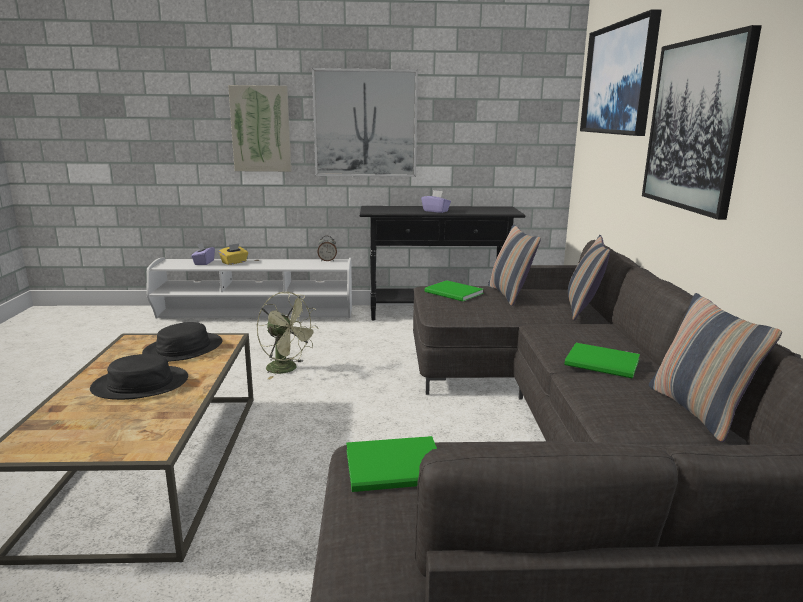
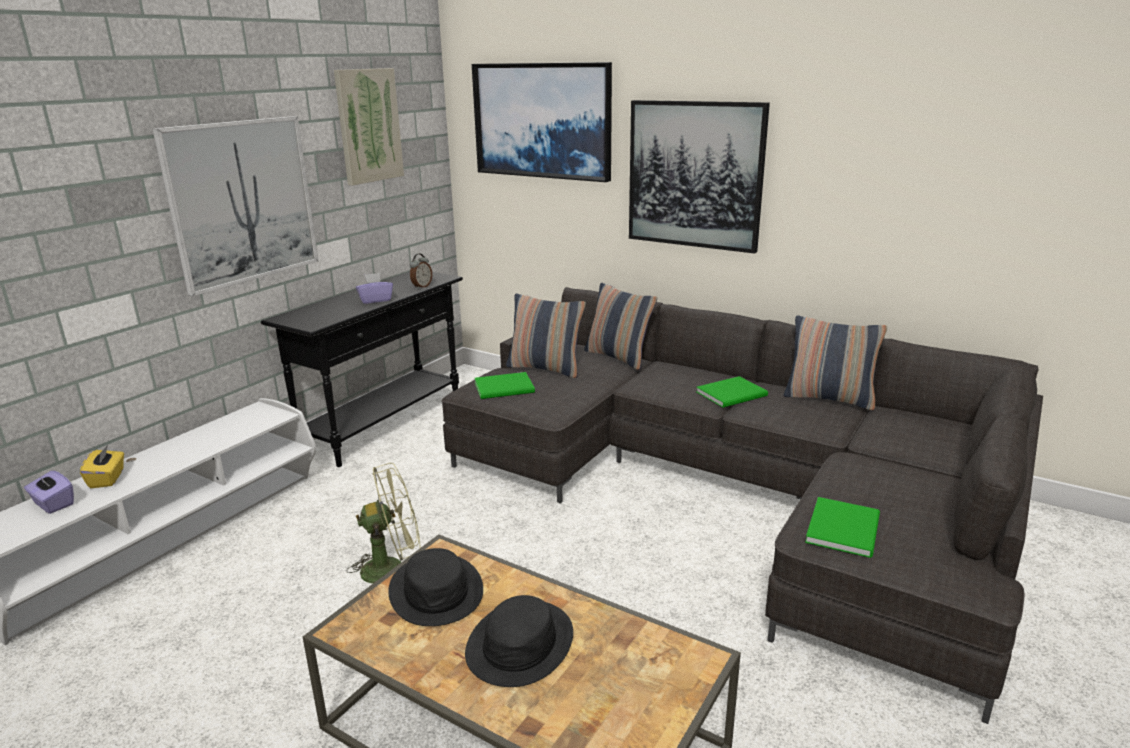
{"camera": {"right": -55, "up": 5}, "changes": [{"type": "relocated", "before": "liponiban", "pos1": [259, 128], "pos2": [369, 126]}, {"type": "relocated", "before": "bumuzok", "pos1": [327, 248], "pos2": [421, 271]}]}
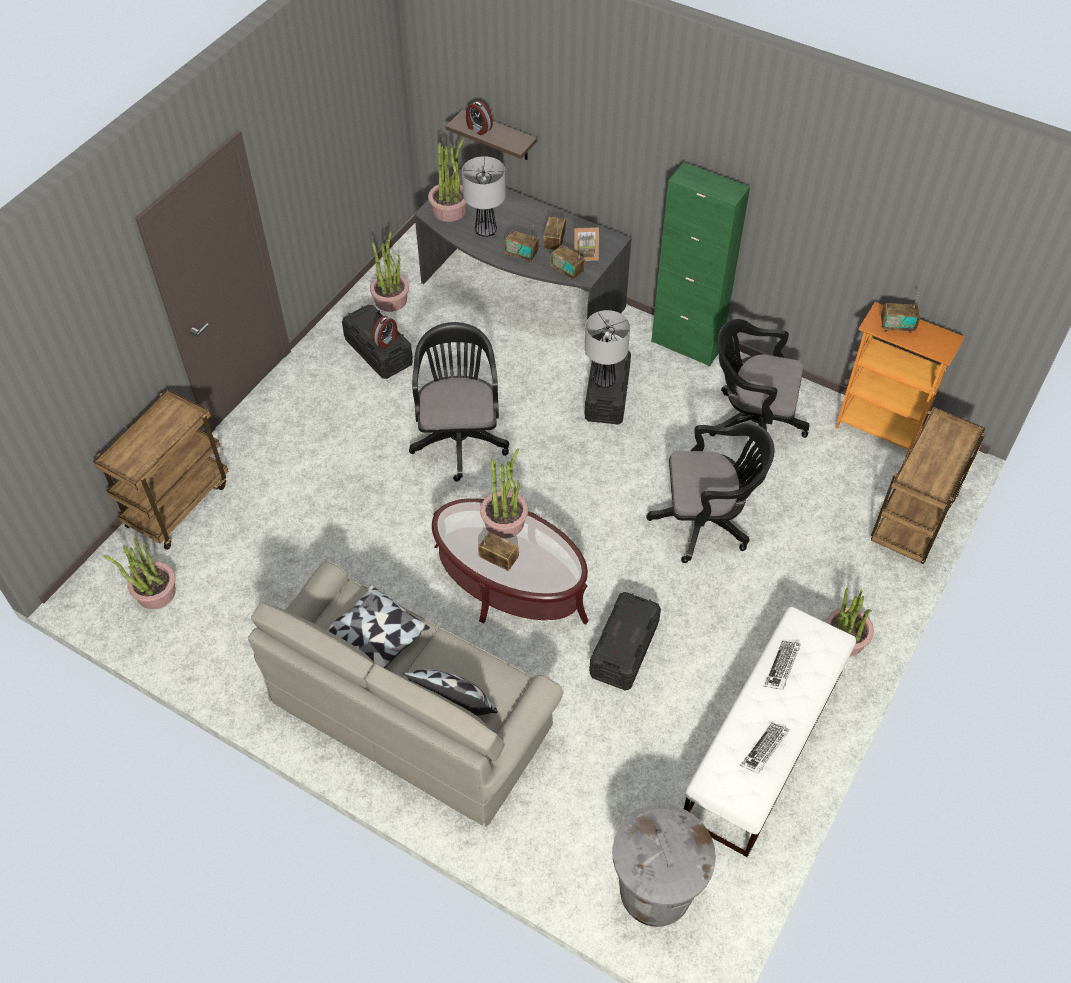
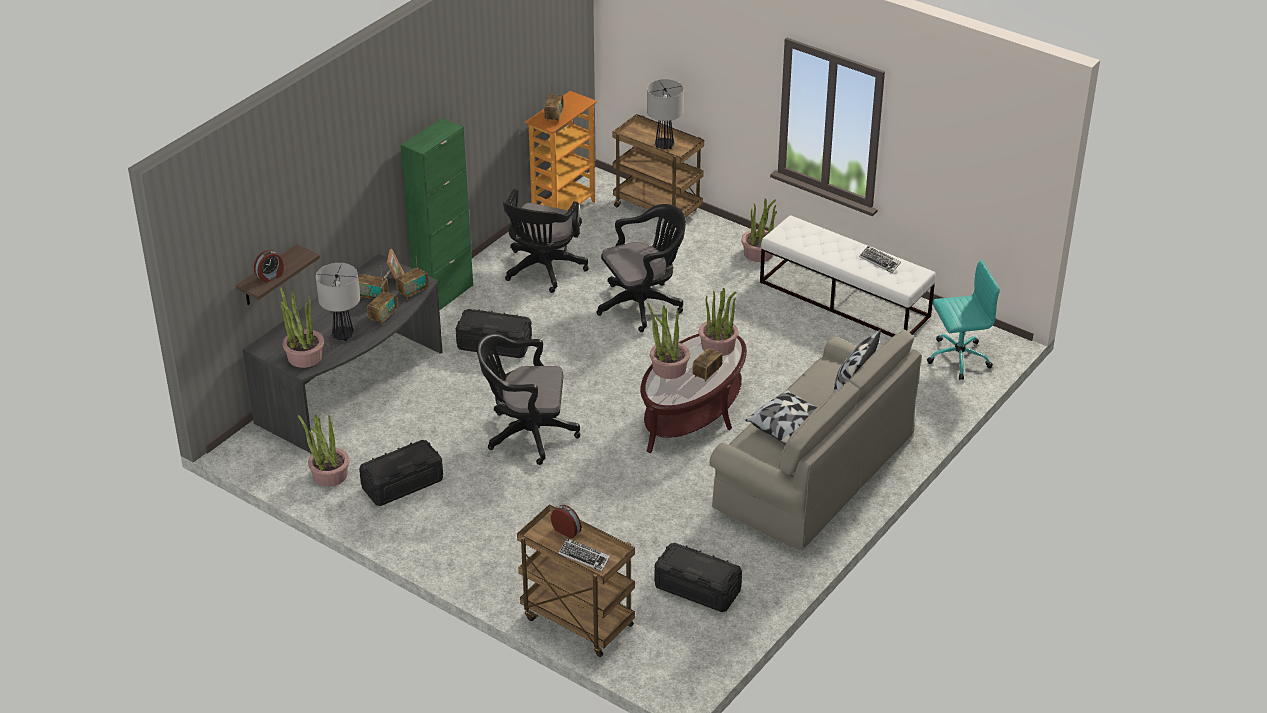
{"camera": {"right": -85, "up": -15}, "changes": [{"type": "relocated", "before": "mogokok", "pos1": [607, 349], "pos2": [665, 114]}, {"type": "relocated", "before": "bumuzok", "pos1": [385, 332], "pos2": [566, 522]}, {"type": "spun", "before": "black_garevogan", "pos1": [710, 493], "pos2": [641, 268], "turn": 60}, {"type": "relocated", "before": "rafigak", "pos1": [139, 573], "pos2": [718, 322]}, {"type": "relocated", "before": "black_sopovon", "pos1": [625, 641], "pos2": [698, 577]}, {"type": "relocated", "before": "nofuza", "pos1": [782, 665], "pos2": [584, 555]}, {"type": "exchanged", "before": "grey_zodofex", "after": "turquoise_garevogan", "pos1": [664, 865], "pos2": [963, 320]}]}
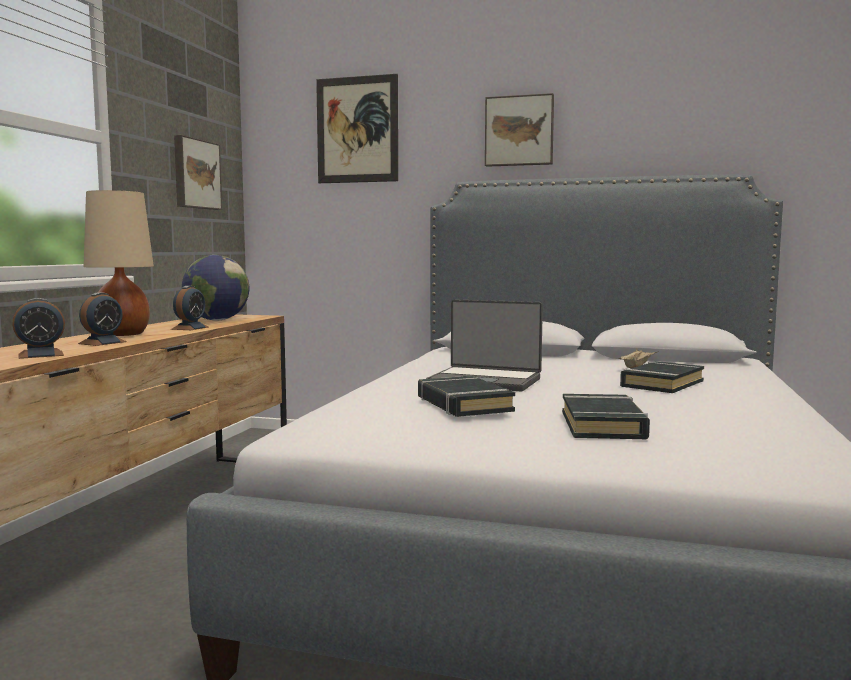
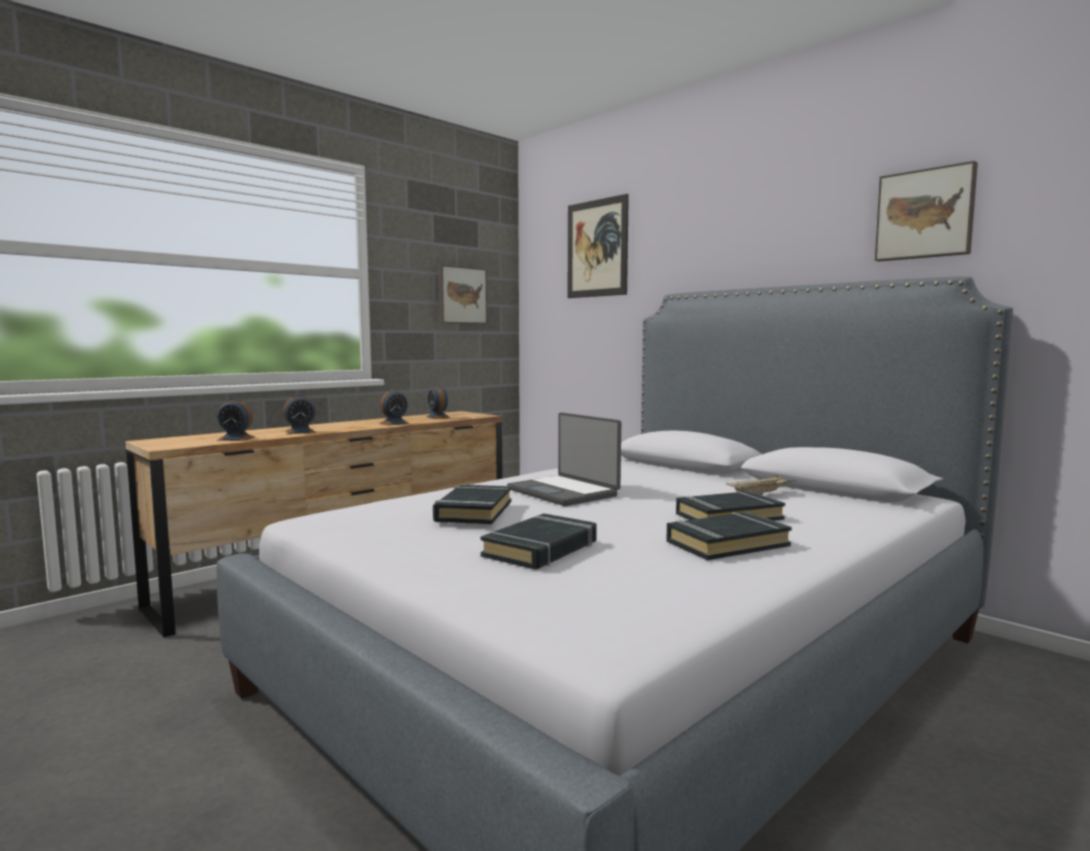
{"camera": {"right": 30, "up": 0}, "changes": [{"type": "relocated", "before": "liponiban", "pos1": [519, 130], "pos2": [926, 211]}, {"type": "missing", "before": "beige_mogokok", "pos1": [119, 263]}, {"type": "exchanged", "before": "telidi", "after": "bumuzok", "pos1": [215, 288], "pos2": [438, 402]}, {"type": "appeared", "after": "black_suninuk", "pos2": [729, 536]}]}
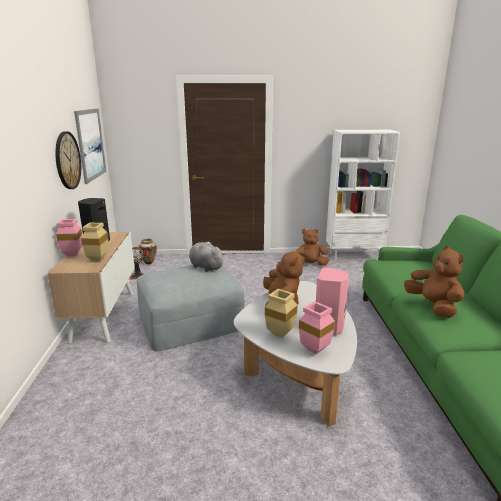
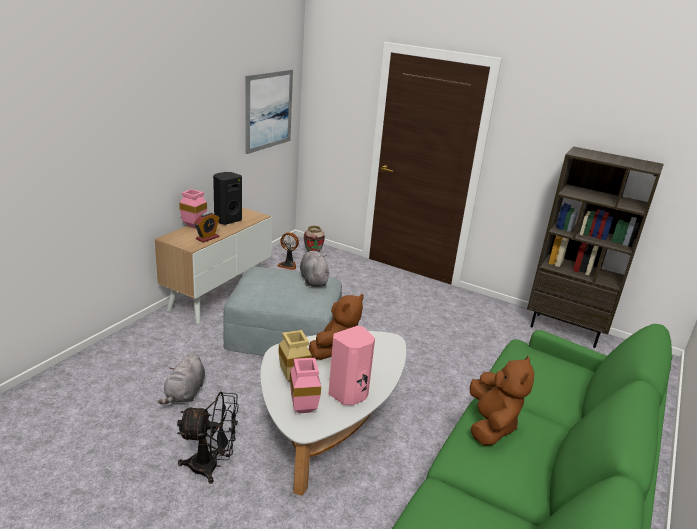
{"camera": {"right": 30, "up": 5}, "changes": [{"type": "colour", "before": "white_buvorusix", "after": "brown_buvorusix", "pos1": [363, 195], "pos2": [595, 247]}, {"type": "missing", "before": "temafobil", "pos1": [68, 160]}, {"type": "exchanged", "before": "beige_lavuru", "after": "bumuzok", "pos1": [94, 242], "pos2": [206, 227]}, {"type": "missing", "before": "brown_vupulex", "pos1": [313, 247]}, {"type": "appeared", "after": "grey_vupulex", "pos2": [181, 378]}, {"type": "appeared", "after": "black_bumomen", "pos2": [208, 438]}]}
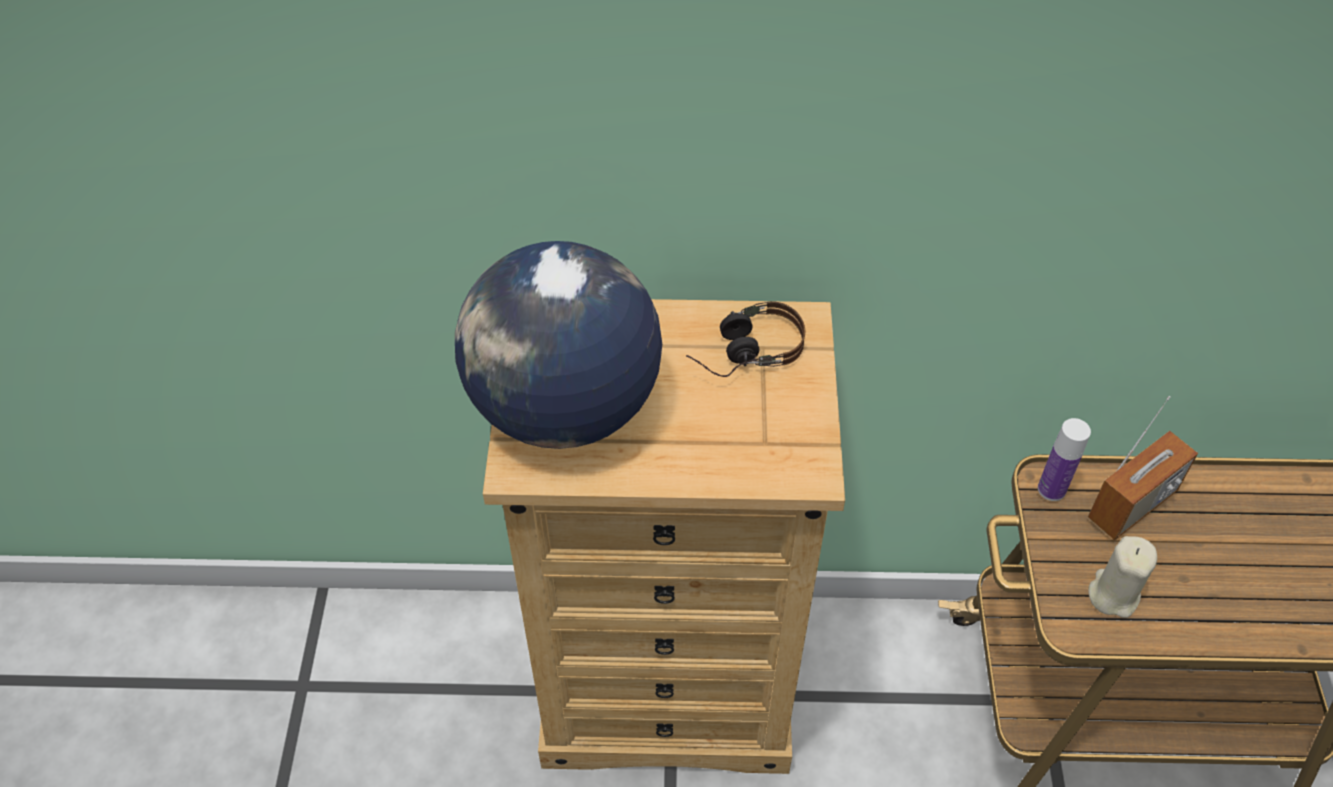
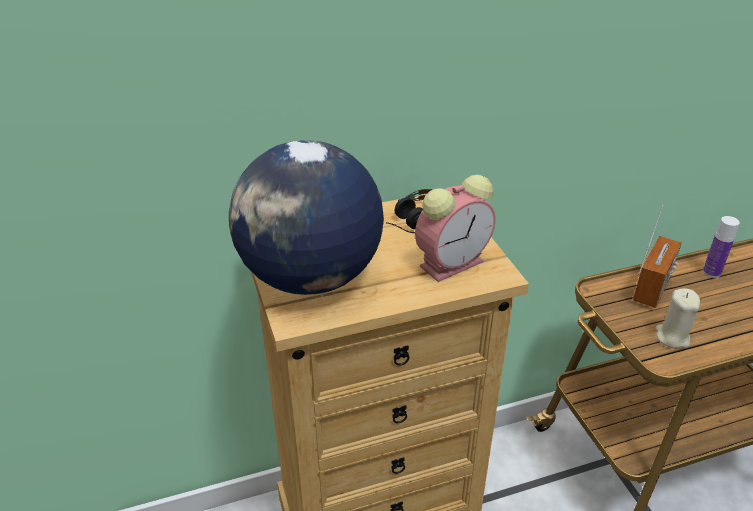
{"camera": {"right": -20, "up": -15}, "changes": [{"type": "relocated", "before": "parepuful", "pos1": [1064, 459], "pos2": [721, 247]}, {"type": "appeared", "after": "bumuzok", "pos2": [455, 228]}]}
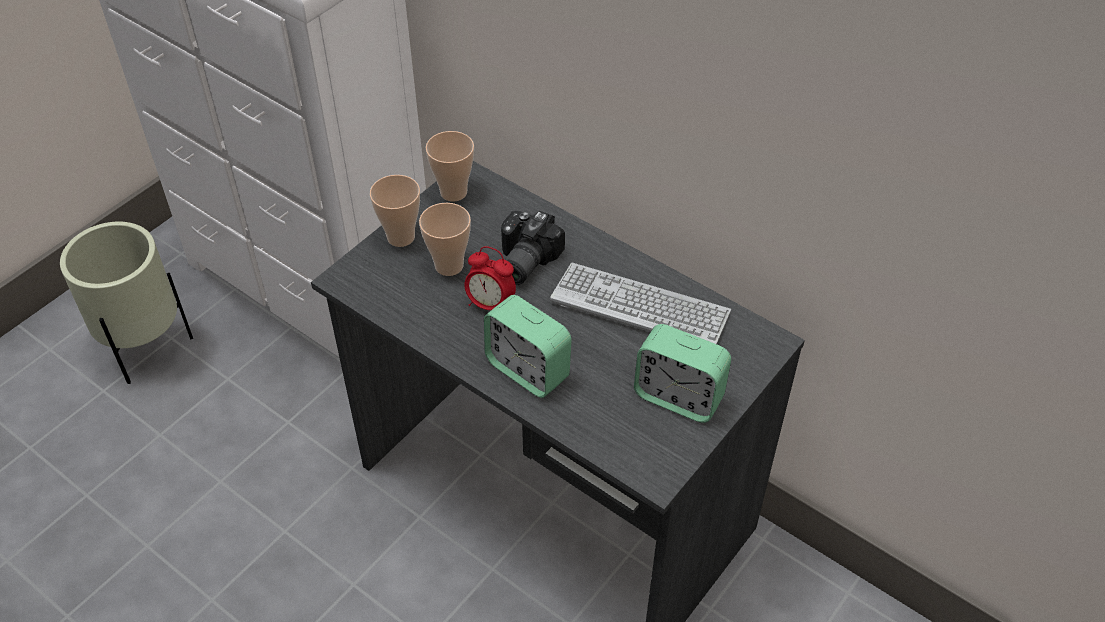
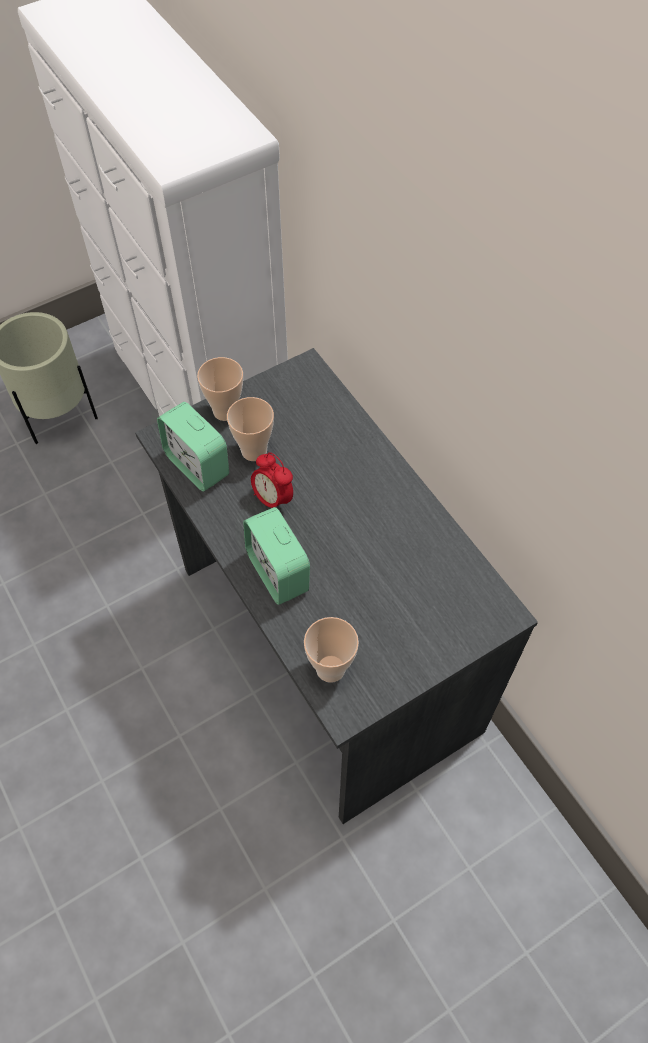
{"camera": {"right": 20, "up": 10}, "changes": [{"type": "relocated", "before": "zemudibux", "pos1": [450, 166], "pos2": [331, 650]}, {"type": "missing", "before": "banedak", "pos1": [533, 248]}, {"type": "missing", "before": "nofuza", "pos1": [640, 303]}, {"type": "relocated", "before": "bumuzok", "pos1": [682, 373], "pos2": [193, 447]}]}
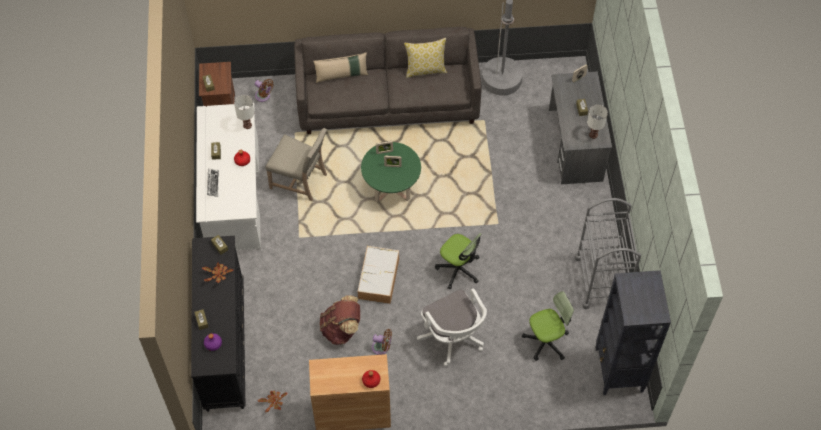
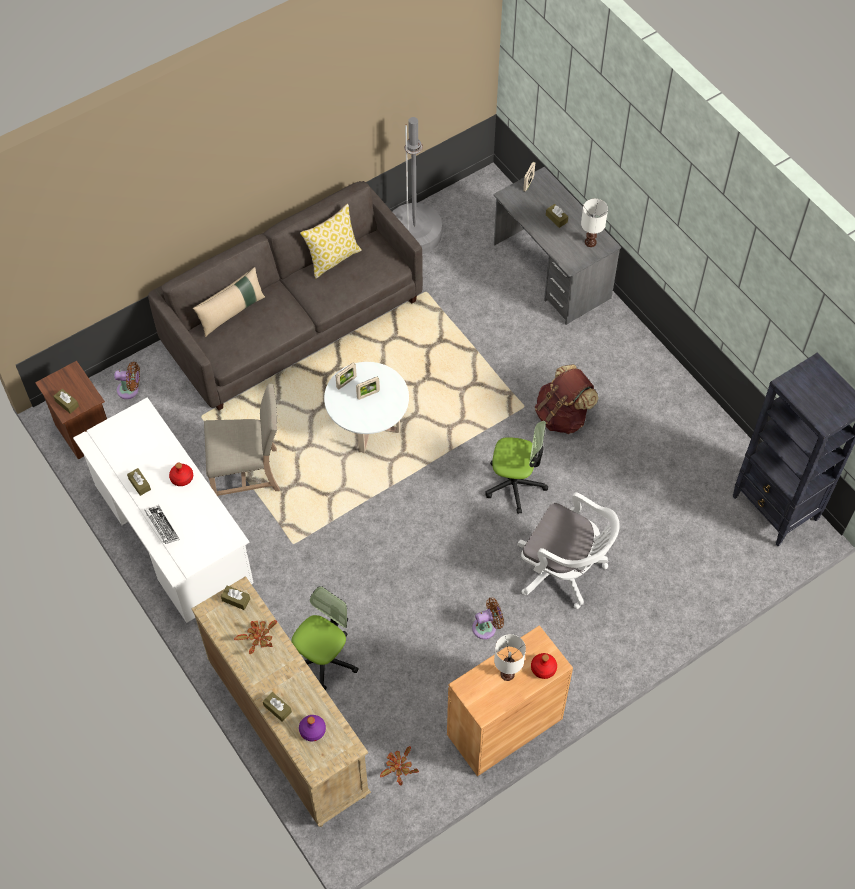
{"camera": {"right": -30, "up": 0}, "changes": [{"type": "relocated", "before": "white_mogokok", "pos1": [244, 112], "pos2": [510, 657]}, {"type": "colour", "before": "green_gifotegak", "after": "white_gifotegak", "pos1": [391, 172], "pos2": [366, 407]}, {"type": "missing", "before": "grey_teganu", "pos1": [607, 253]}, {"type": "colour", "before": "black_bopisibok", "after": "beige_bopisibok", "pos1": [218, 324], "pos2": [281, 701]}, {"type": "missing", "before": "sopovon", "pos1": [378, 275]}, {"type": "relocated", "before": "garevogan", "pos1": [548, 326], "pos2": [325, 638]}, {"type": "relocated", "before": "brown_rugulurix", "pos1": [340, 320], "pos2": [566, 399]}]}
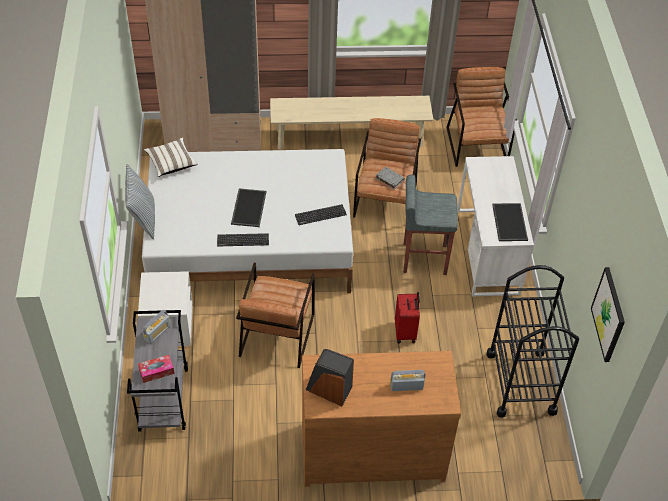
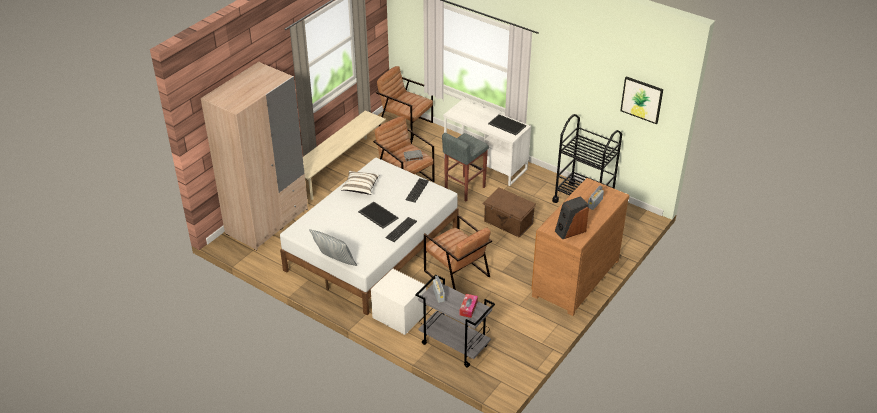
{"camera": {"right": -50, "up": -10}, "changes": [{"type": "relocated", "before": "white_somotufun", "pos1": [170, 157], "pos2": [359, 183]}, {"type": "exchanged", "before": "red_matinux", "after": "brown_sopovon", "pos1": [407, 317], "pos2": [509, 212]}]}
